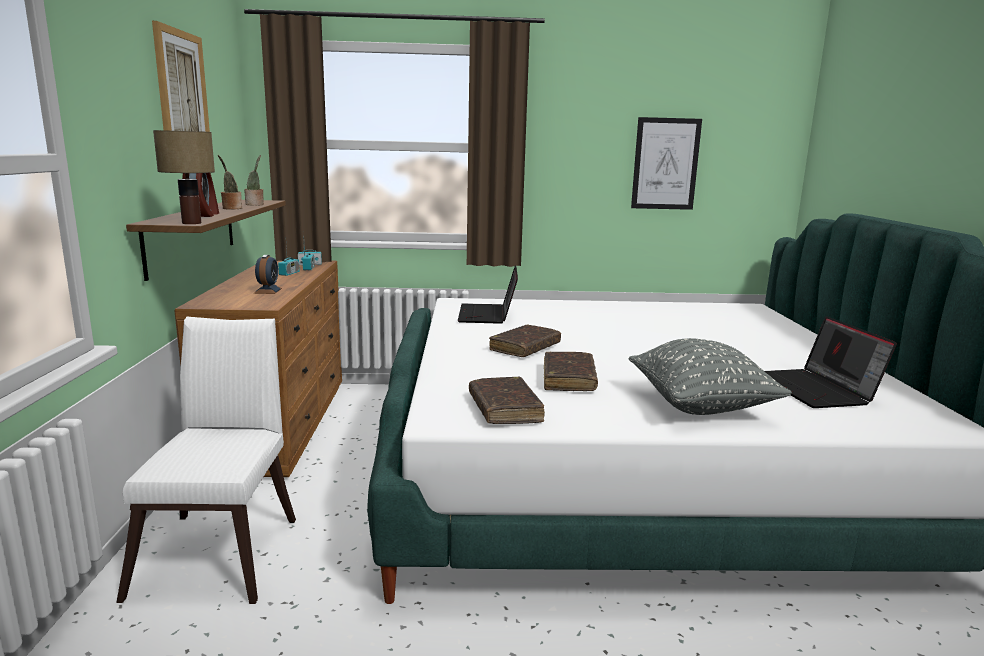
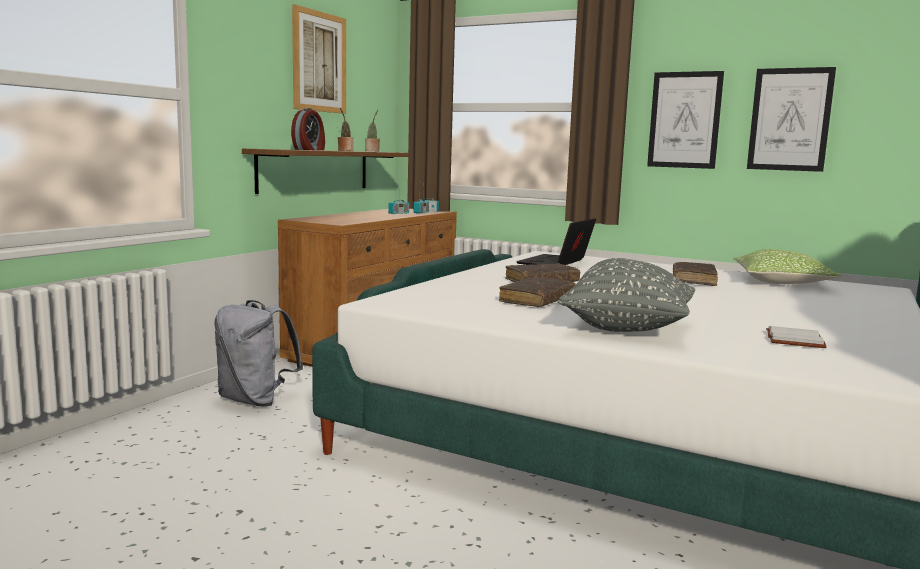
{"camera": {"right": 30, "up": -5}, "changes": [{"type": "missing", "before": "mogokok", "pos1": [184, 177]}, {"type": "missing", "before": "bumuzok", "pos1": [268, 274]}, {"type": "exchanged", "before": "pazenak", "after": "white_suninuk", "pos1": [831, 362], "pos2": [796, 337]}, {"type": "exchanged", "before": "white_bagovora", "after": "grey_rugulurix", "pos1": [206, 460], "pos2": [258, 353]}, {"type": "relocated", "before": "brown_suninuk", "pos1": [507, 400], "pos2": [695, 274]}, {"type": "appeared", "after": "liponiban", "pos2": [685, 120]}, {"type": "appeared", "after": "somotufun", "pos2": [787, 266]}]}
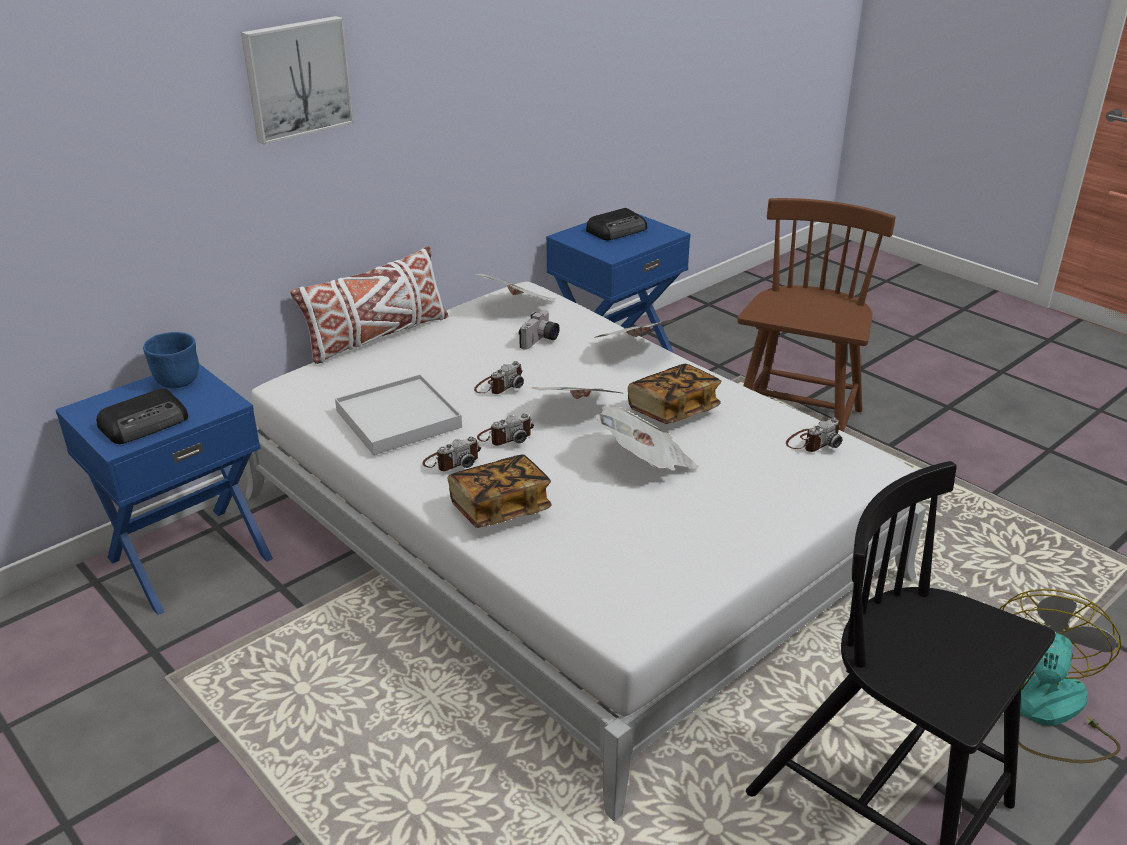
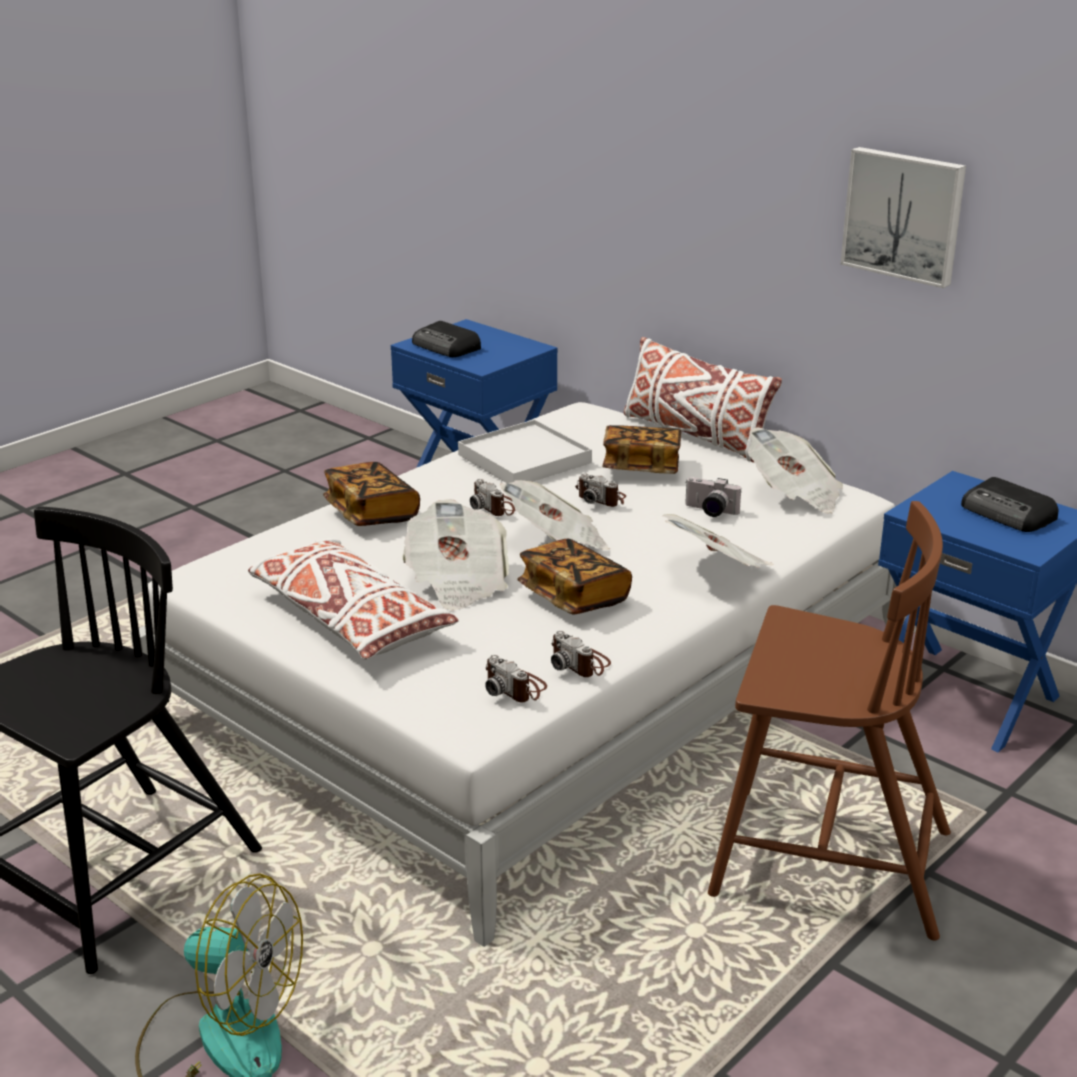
{"camera": {"right": 85, "up": -5}, "changes": [{"type": "relocated", "before": "liponiban", "pos1": [297, 80], "pos2": [903, 217]}, {"type": "missing", "before": "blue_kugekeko", "pos1": [171, 360]}, {"type": "relocated", "before": "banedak", "pos1": [451, 453], "pos2": [581, 654]}, {"type": "appeared", "after": "suninuk", "pos2": [641, 449]}, {"type": "appeared", "after": "white_somotufun", "pos2": [353, 599]}]}
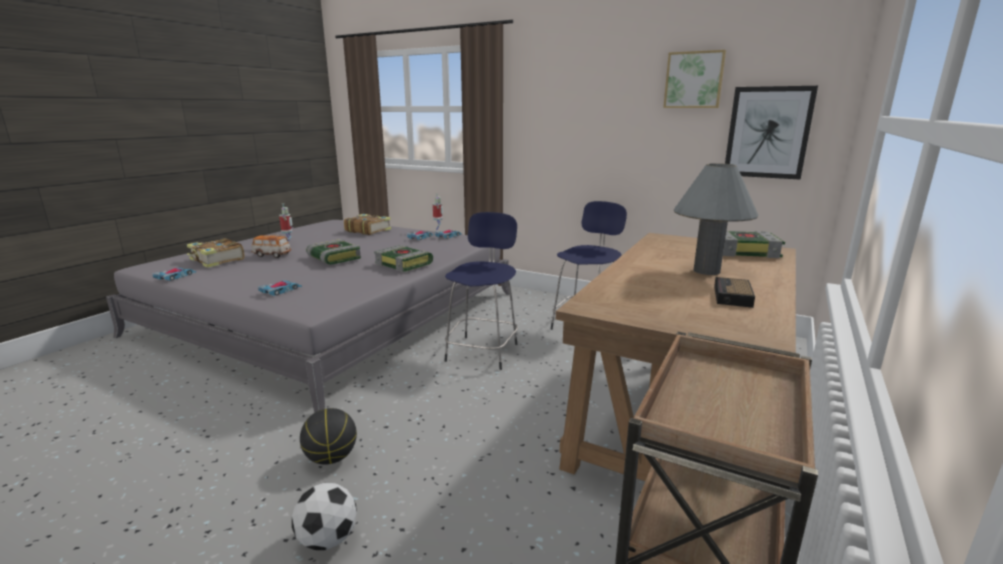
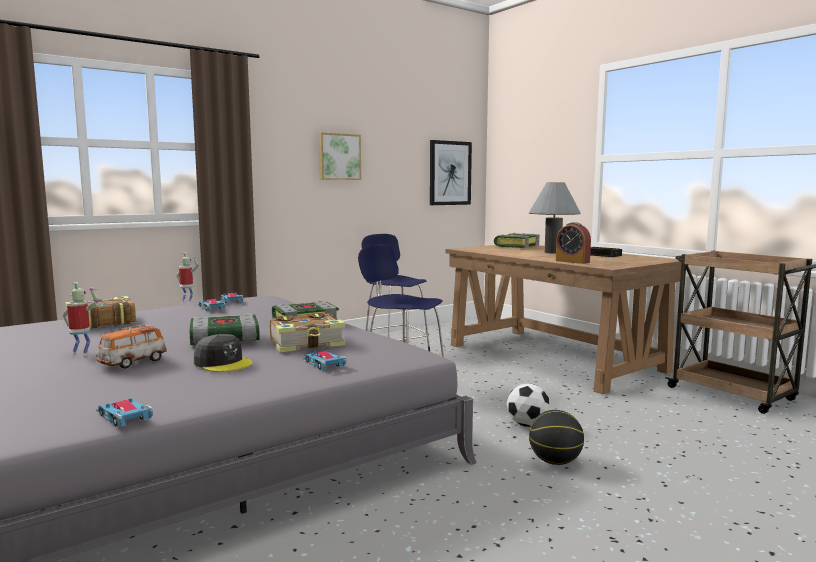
{"camera": {"right": -65, "up": -10}, "changes": [{"type": "relocated", "before": "liponiban", "pos1": [694, 79], "pos2": [340, 156]}, {"type": "relocated", "before": "suninuk", "pos1": [216, 253], "pos2": [307, 332]}, {"type": "relocated", "before": "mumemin", "pos1": [324, 516], "pos2": [528, 405]}, {"type": "appeared", "after": "bumuzok", "pos2": [573, 243]}, {"type": "appeared", "after": "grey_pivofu", "pos2": [223, 353]}]}
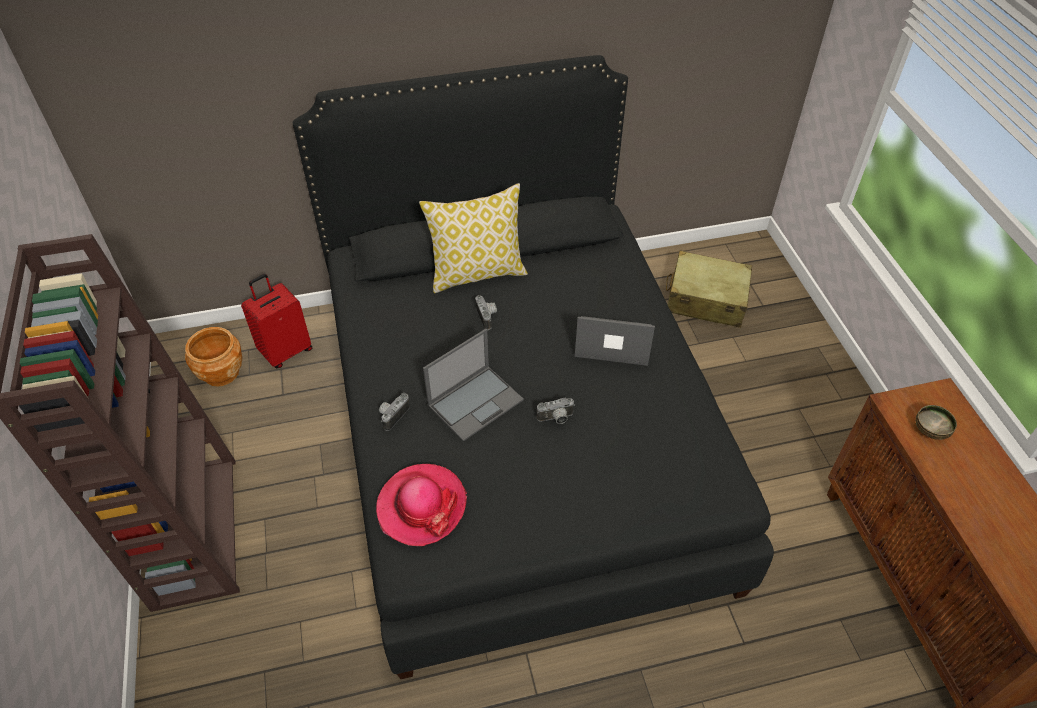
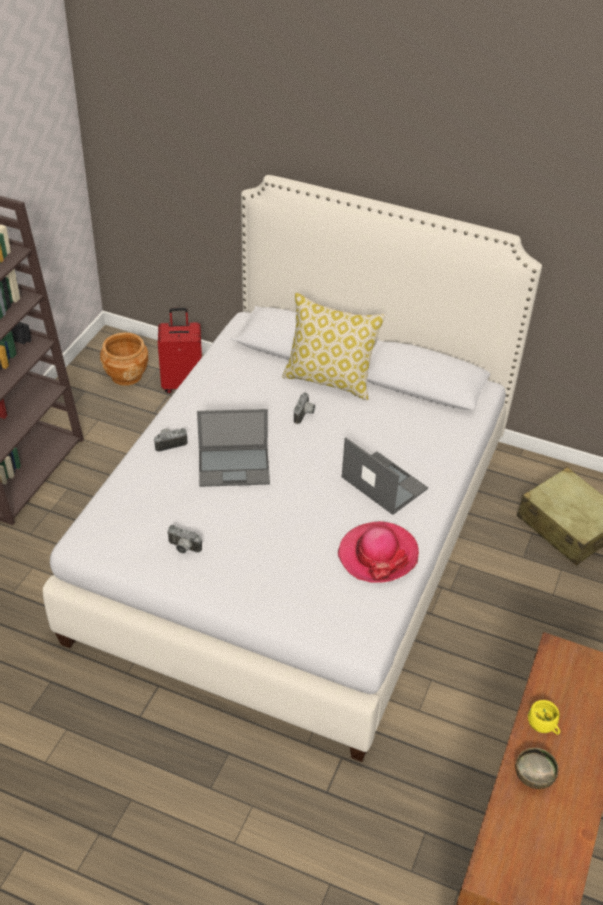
{"camera": {"right": 35, "up": -5}, "changes": [{"type": "colour", "before": "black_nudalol", "after": "white_nudalol", "pos1": [533, 367], "pos2": [292, 468]}, {"type": "relocated", "before": "banedak", "pos1": [556, 411], "pos2": [184, 539]}, {"type": "relocated", "before": "kugekeko", "pos1": [936, 422], "pos2": [536, 768]}, {"type": "relocated", "before": "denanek", "pos1": [421, 505], "pos2": [378, 552]}, {"type": "appeared", "after": "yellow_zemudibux", "pos2": [544, 717]}]}
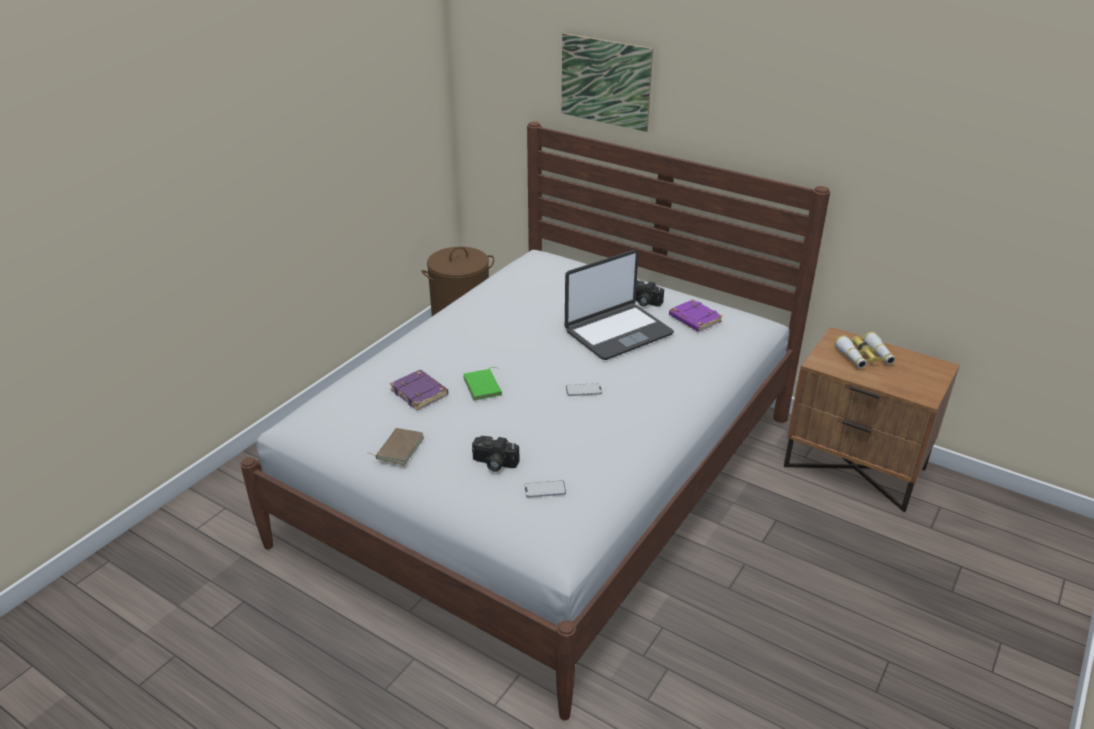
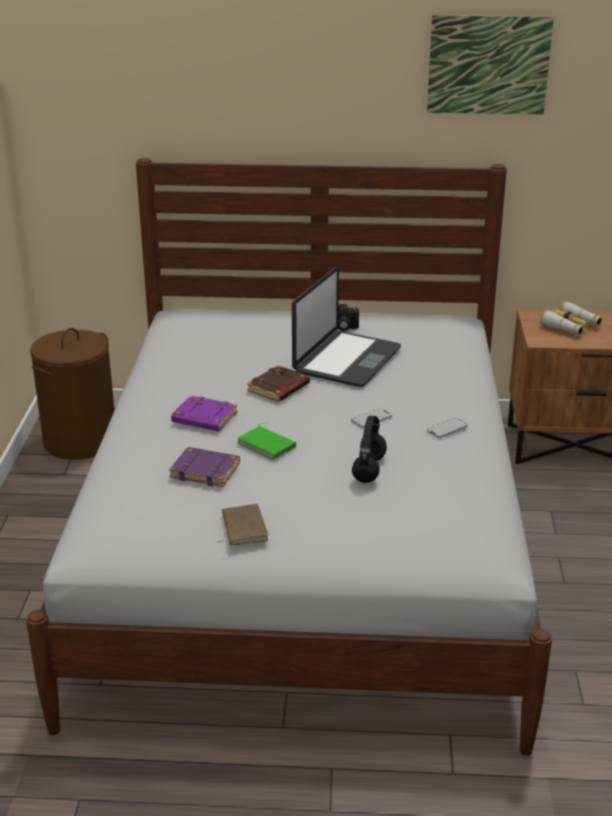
{"camera": {"right": -30, "up": -5}, "changes": [{"type": "relocated", "before": "liponiban", "pos1": [607, 82], "pos2": [490, 64]}, {"type": "relocated", "before": "purple_suninuk", "pos1": [695, 315], "pos2": [204, 413]}, {"type": "missing", "before": "banedak", "pos1": [496, 454]}, {"type": "relocated", "before": "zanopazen", "pos1": [545, 489], "pos2": [447, 428]}, {"type": "appeared", "after": "brown_suninuk", "pos2": [278, 383]}, {"type": "appeared", "after": "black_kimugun", "pos2": [369, 449]}]}
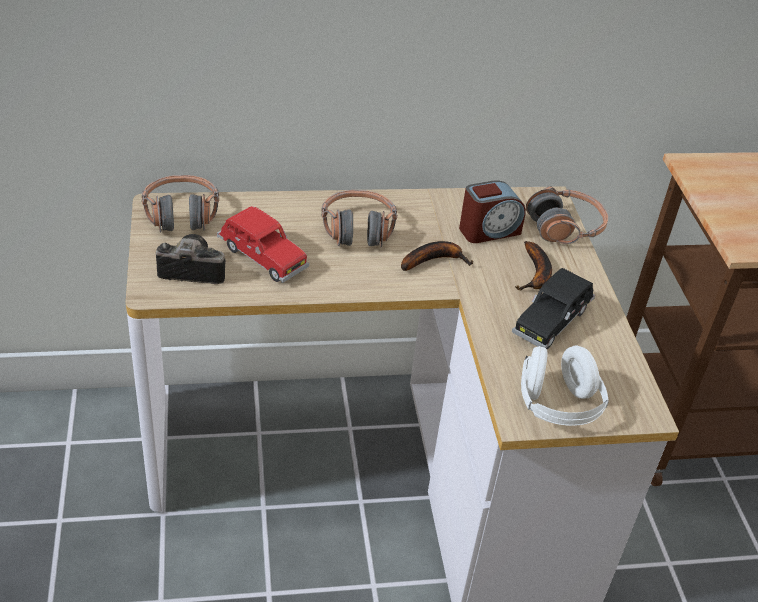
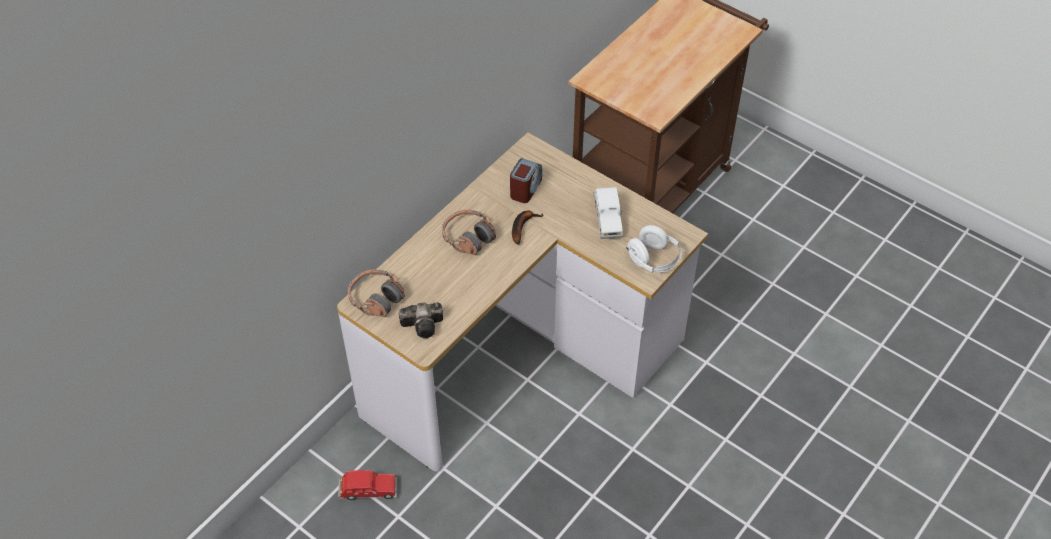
{"camera": {"right": -40, "up": 10}, "changes": [{"type": "missing", "before": "kimugun", "pos1": [567, 215]}, {"type": "relocated", "before": "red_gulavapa", "pos1": [263, 244], "pos2": [367, 485]}, {"type": "spun", "before": "banedak", "pos1": [191, 259], "pos2": [421, 320], "turn": -150}, {"type": "missing", "before": "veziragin", "pos1": [533, 265]}, {"type": "colour", "before": "black_gulavapa", "after": "white_gulavapa", "pos1": [553, 308], "pos2": [608, 213]}]}
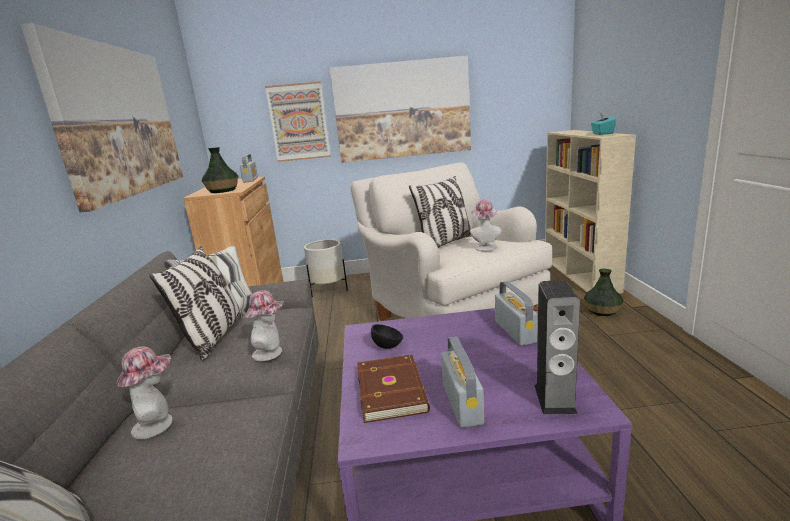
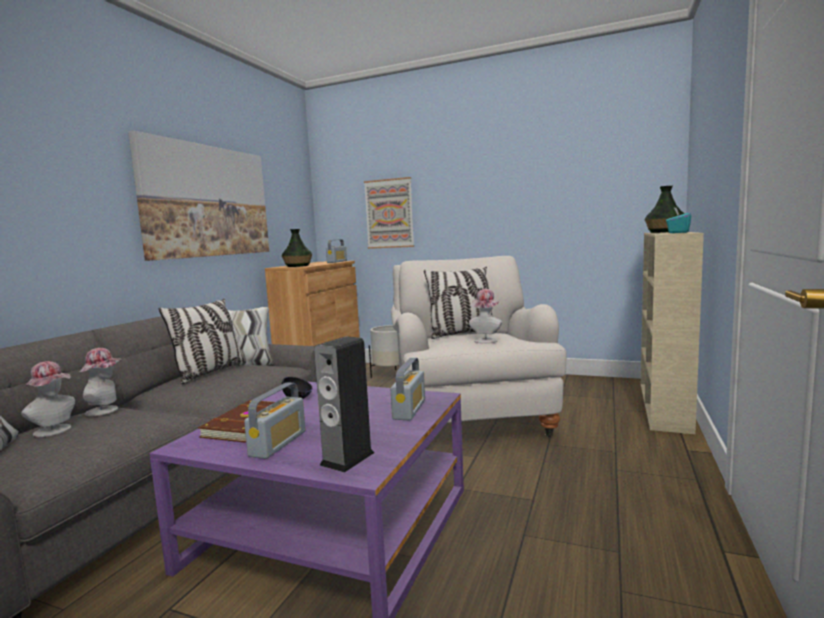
{"camera": {"right": 25, "up": -10}, "changes": [{"type": "missing", "before": "liponiban", "pos1": [400, 109]}, {"type": "relocated", "before": "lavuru", "pos1": [604, 292], "pos2": [665, 209]}, {"type": "relocated", "before": "denanek", "pos1": [264, 325], "pos2": [48, 399]}]}
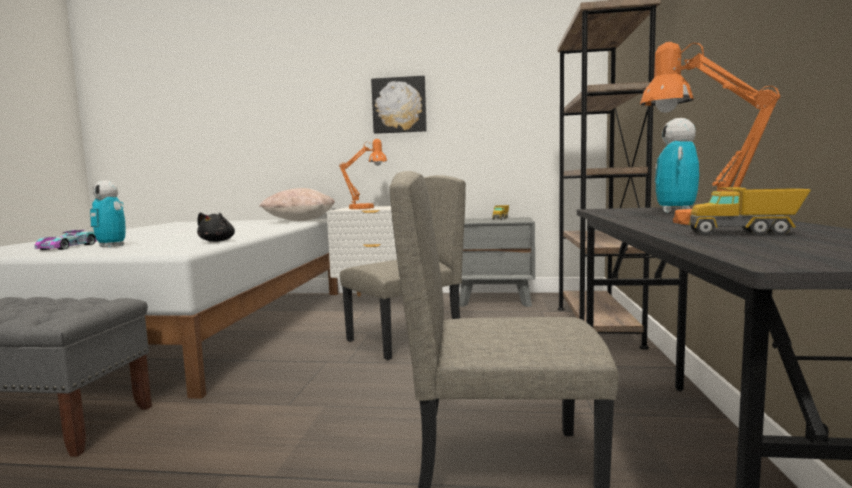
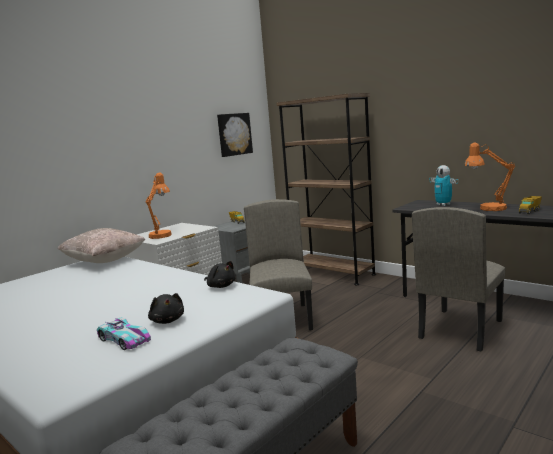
{"camera": {"right": -55, "up": 5}, "changes": [{"type": "relocated", "before": "liponiban", "pos1": [399, 104], "pos2": [235, 135]}, {"type": "exchanged", "before": "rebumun", "after": "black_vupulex", "pos1": [108, 214], "pos2": [166, 308]}]}
